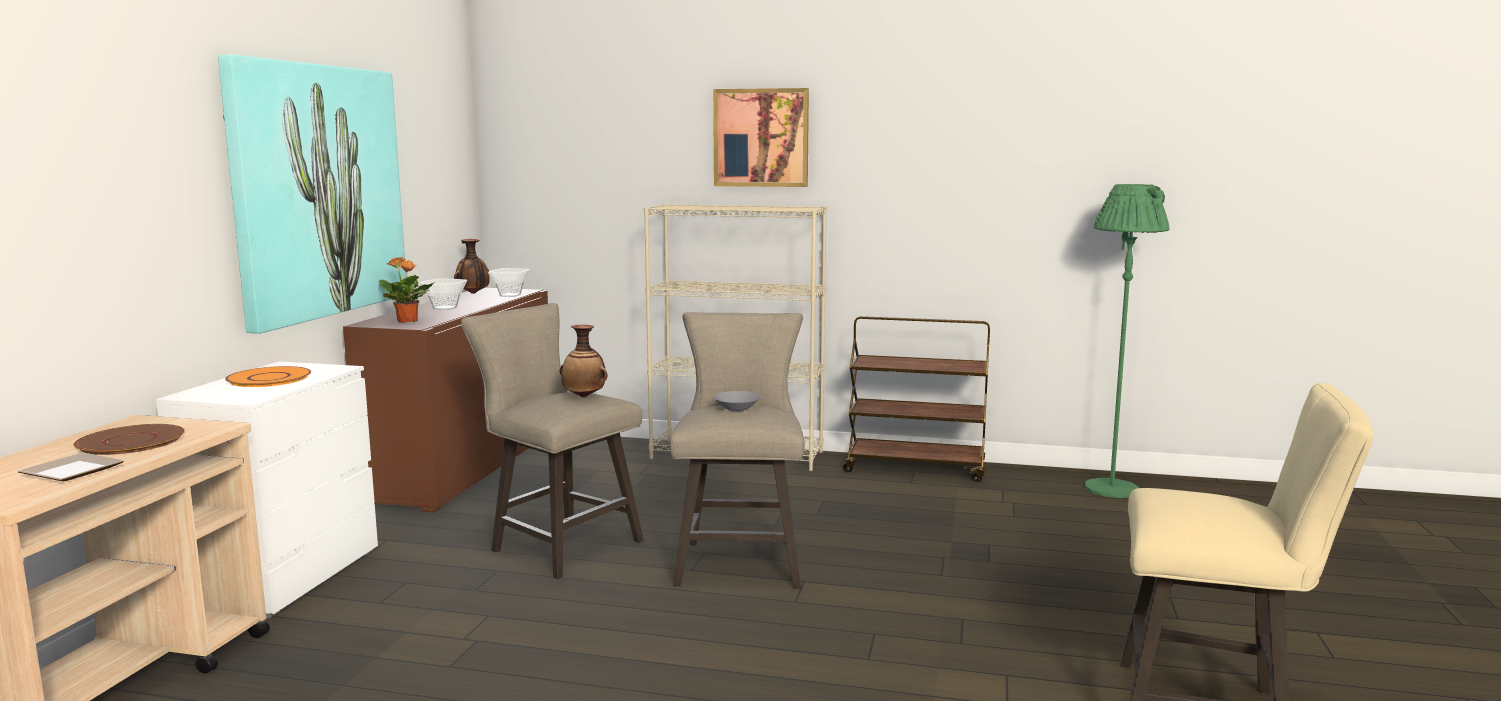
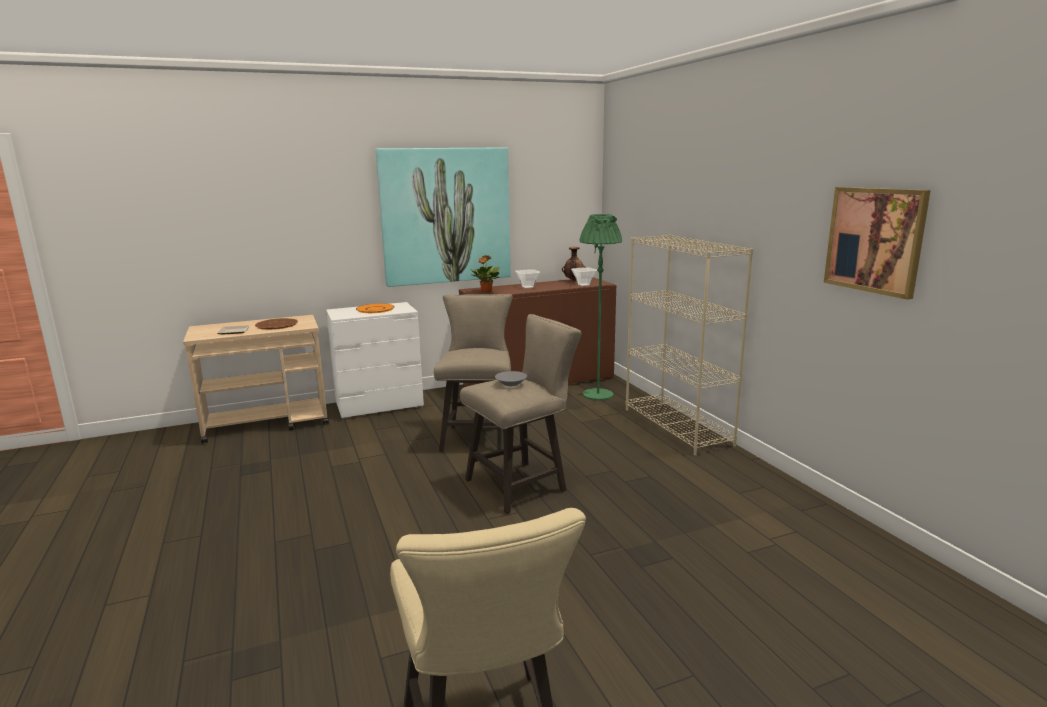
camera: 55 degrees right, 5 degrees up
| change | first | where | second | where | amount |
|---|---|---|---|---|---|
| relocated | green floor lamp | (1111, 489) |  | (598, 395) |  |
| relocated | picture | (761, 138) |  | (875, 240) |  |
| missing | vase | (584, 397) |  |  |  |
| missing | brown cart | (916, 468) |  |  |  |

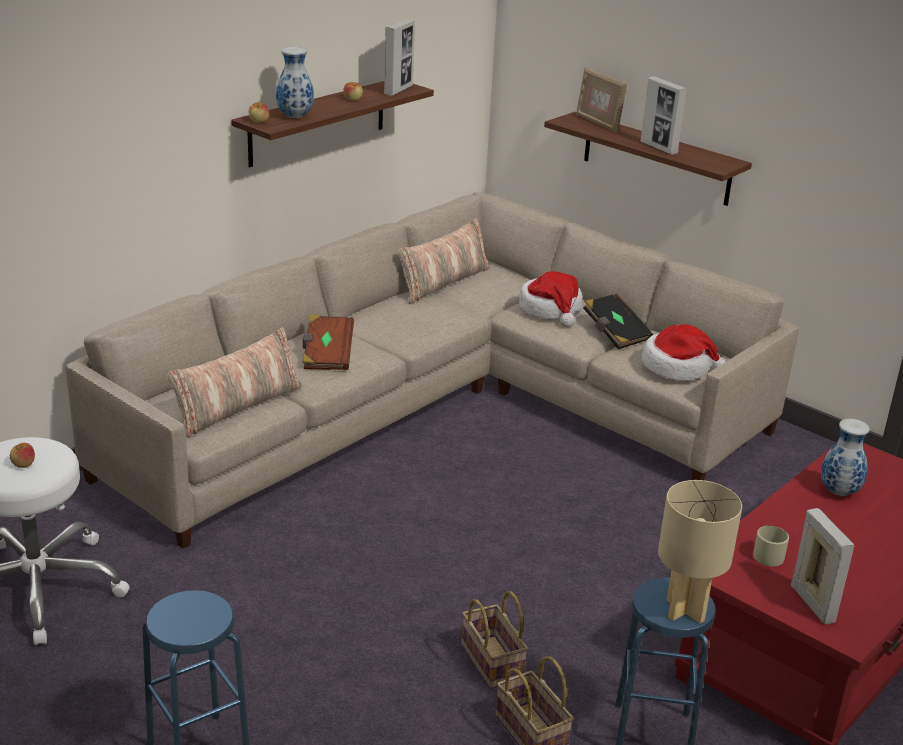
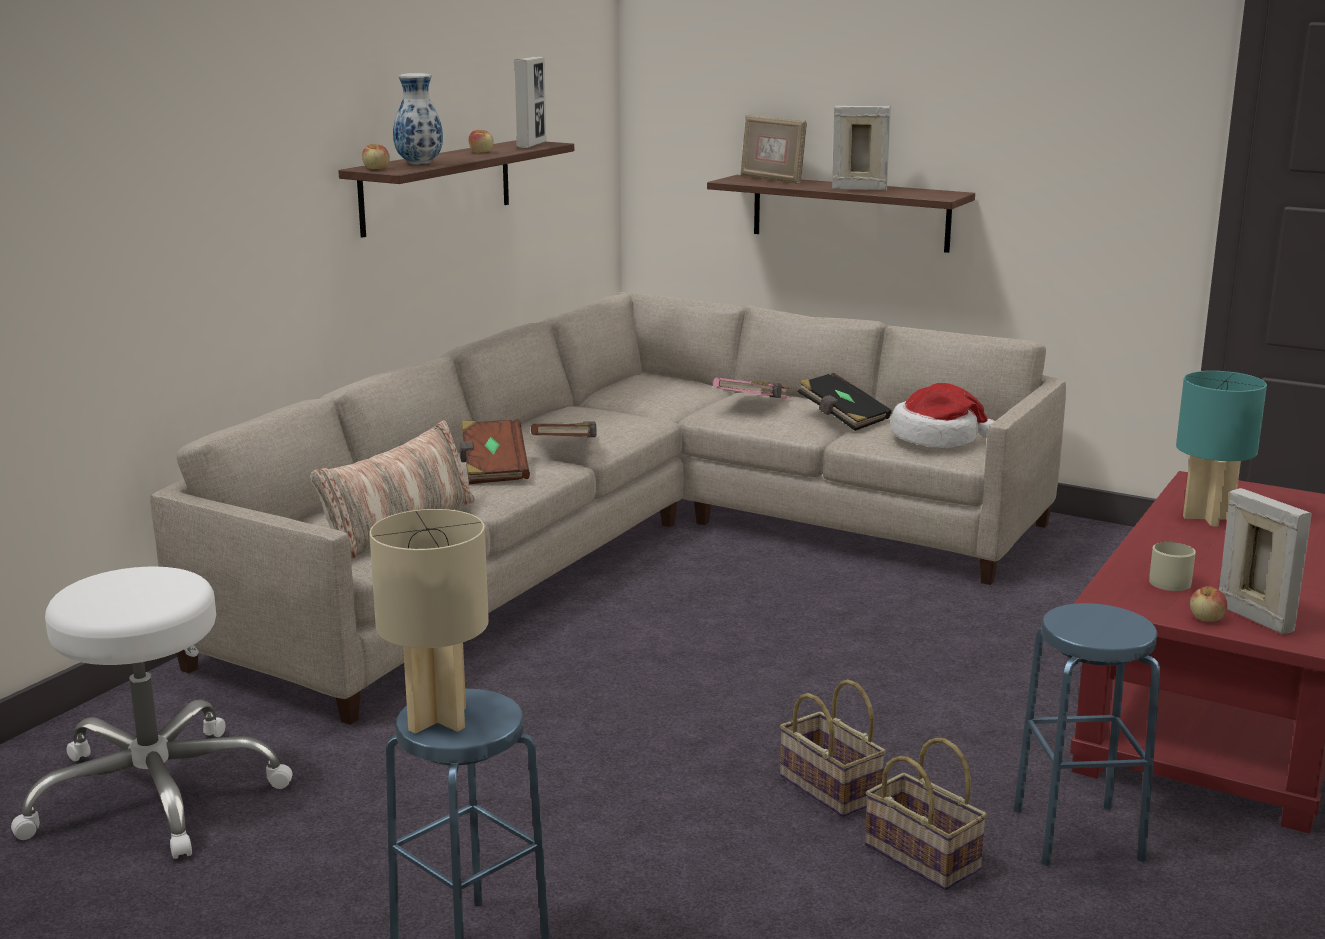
camera: 10 degrees left, 10 degrees down
| change | first | where | second | where | amount |
|---|---|---|---|---|---|
| relocated | beige table lamp | (685, 610) |  | (438, 718) |  |
| appeared |  |  | brown book | (565, 448) |  |
| exchanged | hat | (551, 309) | pink book | (753, 405) |  |
| spun | picture frame | (658, 148) |  | (859, 189) | 150 degrees clockwise |
| exchanged | vase | (838, 491) | turquoise table lamp | (1207, 517) |  |
| relocated | apple | (23, 464) |  | (1206, 618) |  |
| missing | pillow | (443, 283) |  |  |  |

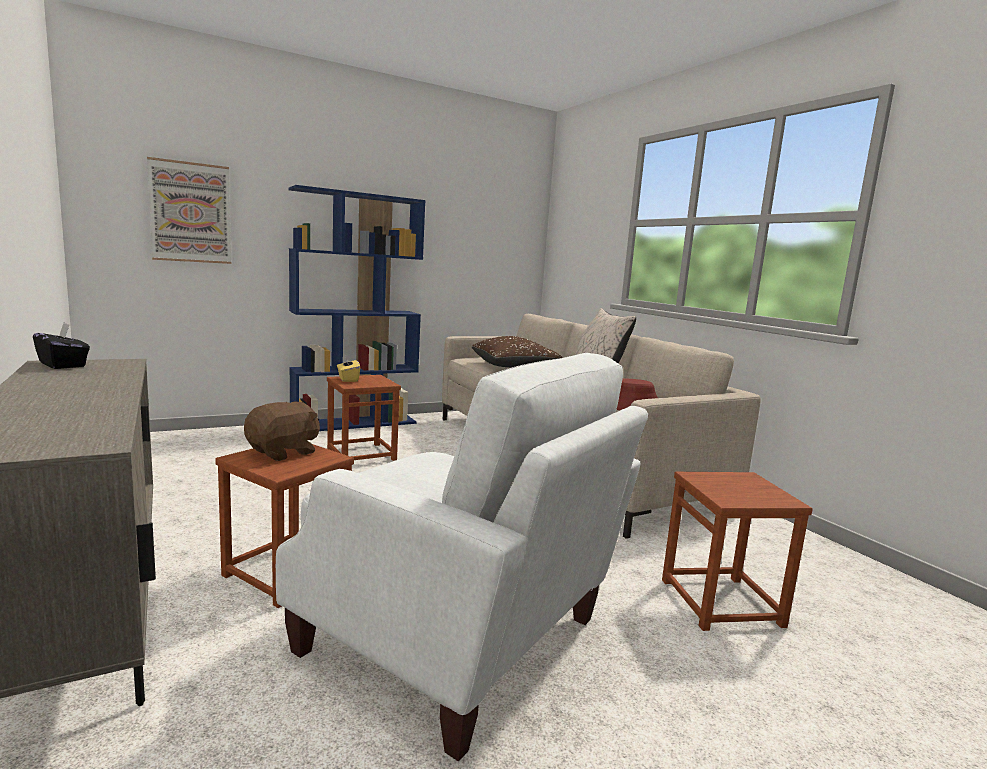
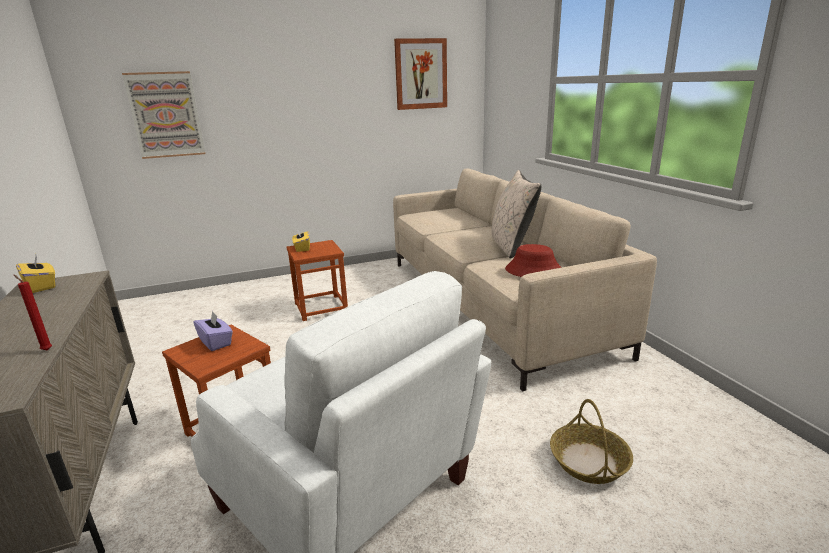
camera: 10 degrees right, 10 degrees up
| change | first | where | second | where | amount |
|---|---|---|---|---|---|
| appeared |  |  | red candle | (46, 350) |  |
| colour | black tissue box | (63, 365) | yellow tissue box | (41, 286) |  |
| exchanged | brown plush toy | (284, 452) | purple tissue box | (216, 342) |  |
| appeared |  |  | picture | (421, 74) |  |
| exchanged | brown stool | (722, 602) | basket | (589, 462) |  |
| missing | blue bookcase | (355, 423) |  |  |  |
| missing | brown pillow | (514, 366) |  |  |  |

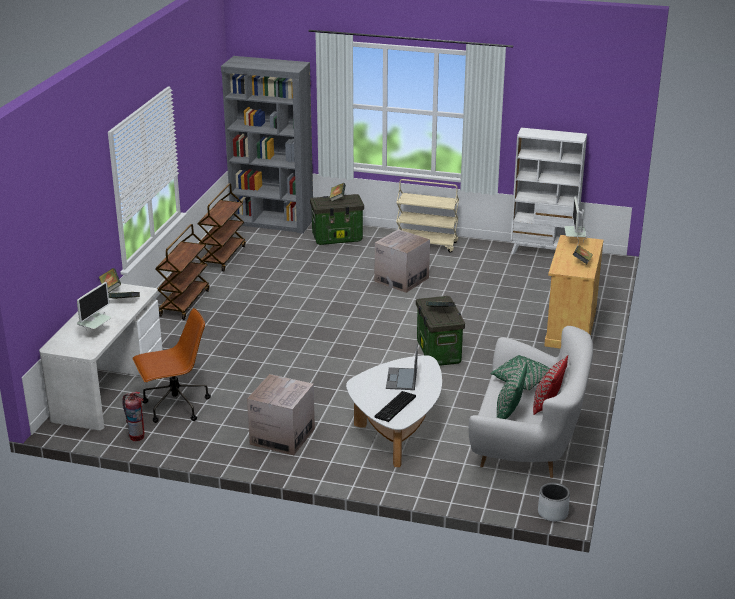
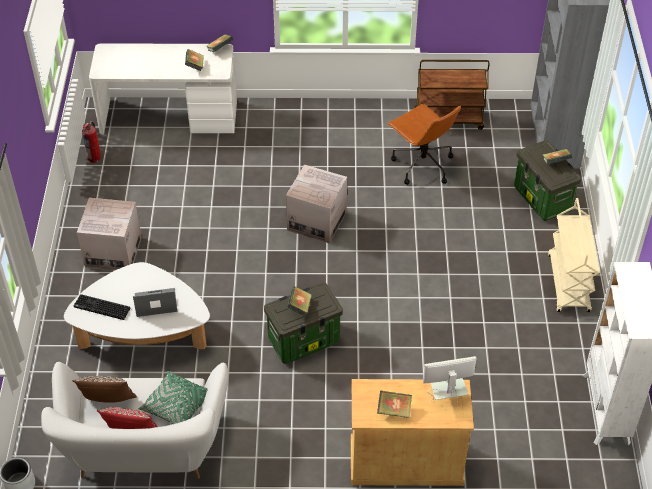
camera: 75 degrees right, 20 degrees up
| change | first | where | second | where | amount |
|---|---|---|---|---|---|
| colour | green pillow | (509, 412) | brown pillow | (108, 402) |  |
| relocated | cardboard box | (401, 280) |  | (317, 221) |  |
| relocated | brown office chair | (175, 406) |  | (421, 165) |  |
| missing | monitor | (95, 333) |  |  |  |
| missing | brown cart | (184, 303) |  |  |  |

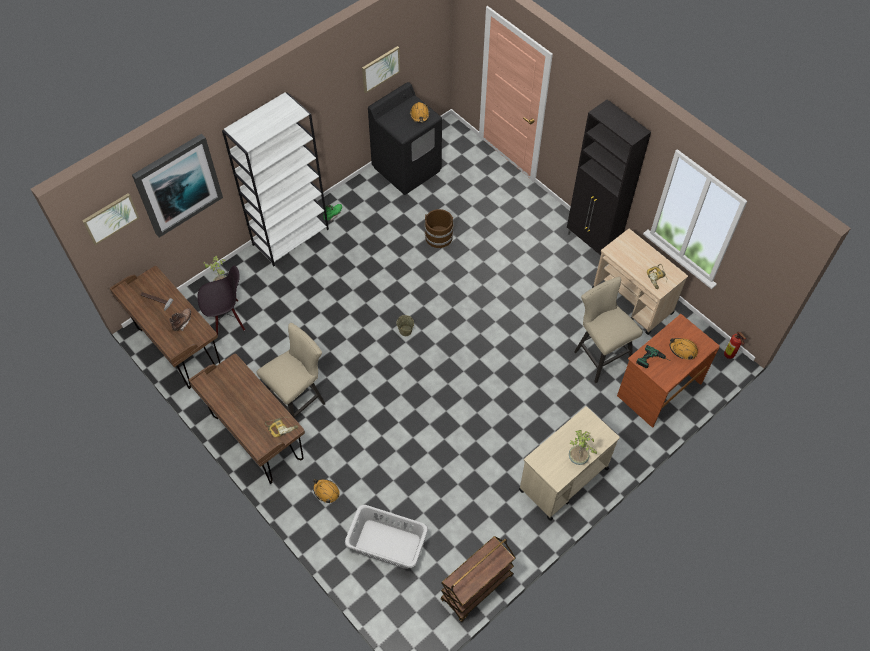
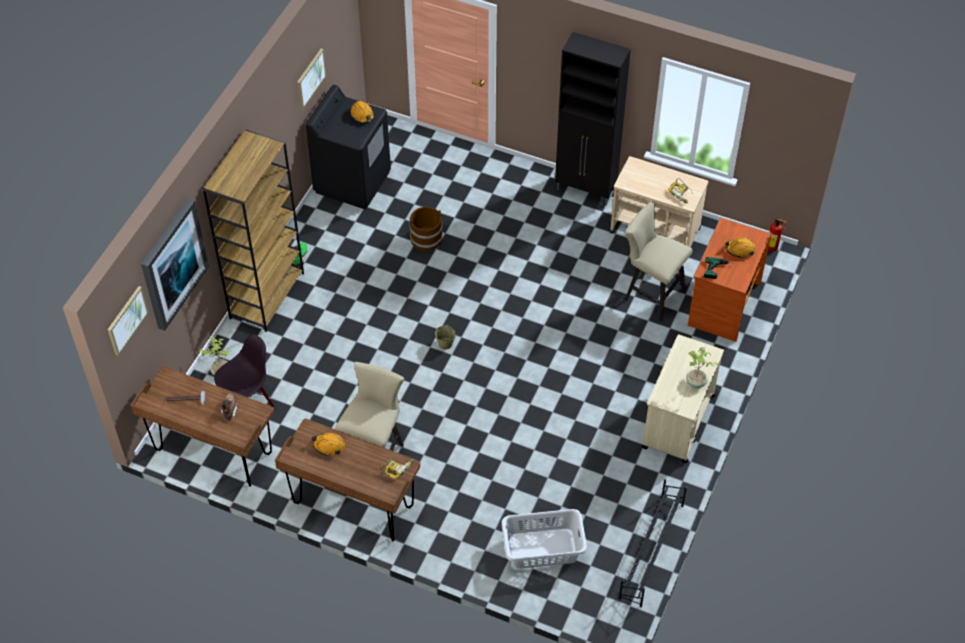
camera: 25 degrees left, 5 degrees down
| change | first | where | second | where | amount |
|---|---|---|---|---|---|
| colour | white bookcase | (291, 236) | brown bookcase | (267, 295) |  |
| relocated | orange hard hat | (326, 491) |  | (329, 446) |  |
| exchanged | brown cart | (477, 588) | black shoe rack | (651, 551) |  |

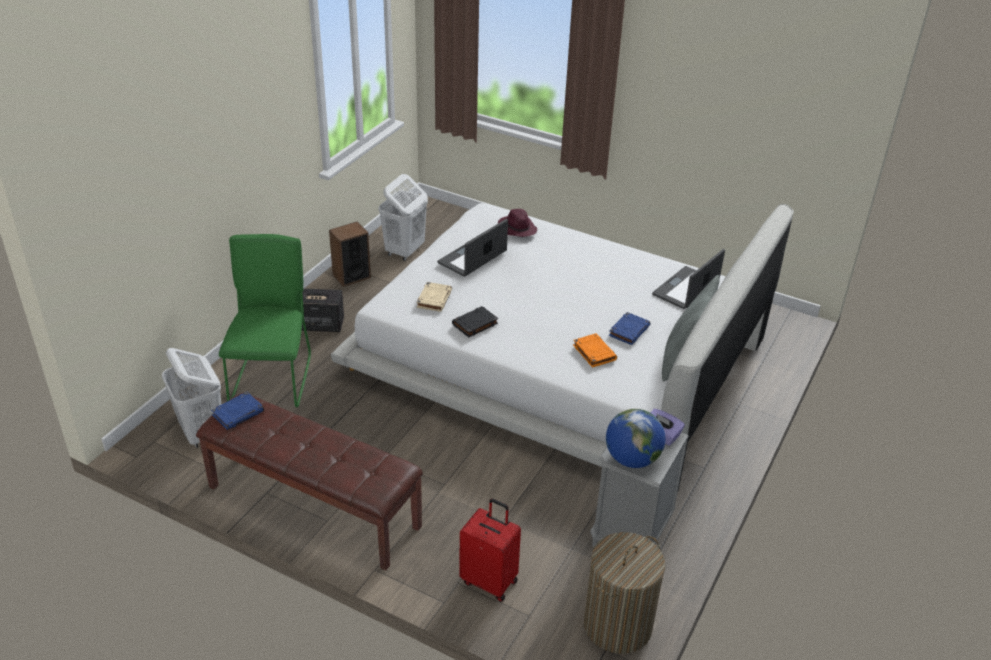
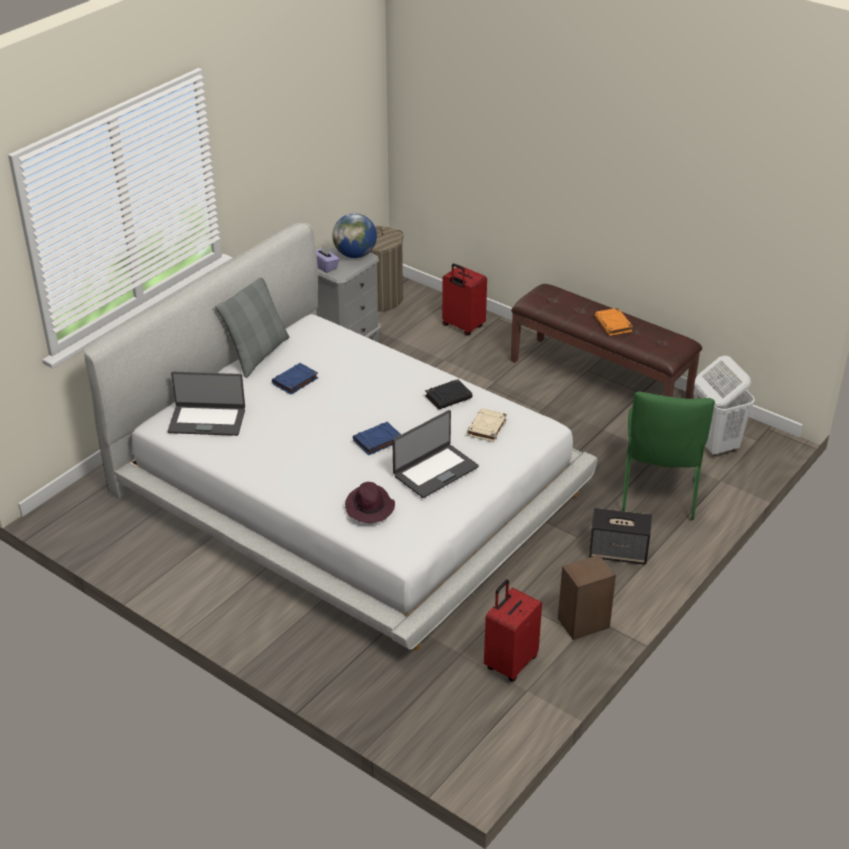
camera: 170 degrees left, 0 degrees up
| change | first | where | second | where | amount |
|---|---|---|---|---|---|
| spun | laptop | (686, 289) |  | (207, 420) | 45 degrees clockwise |
| relocated | blue book | (238, 413) |  | (377, 441) |  |
| exchanged | white laundry basket | (404, 251) | red suitcase | (510, 663) |  |
| relocated | orange book | (594, 352) |  | (613, 324) |  |

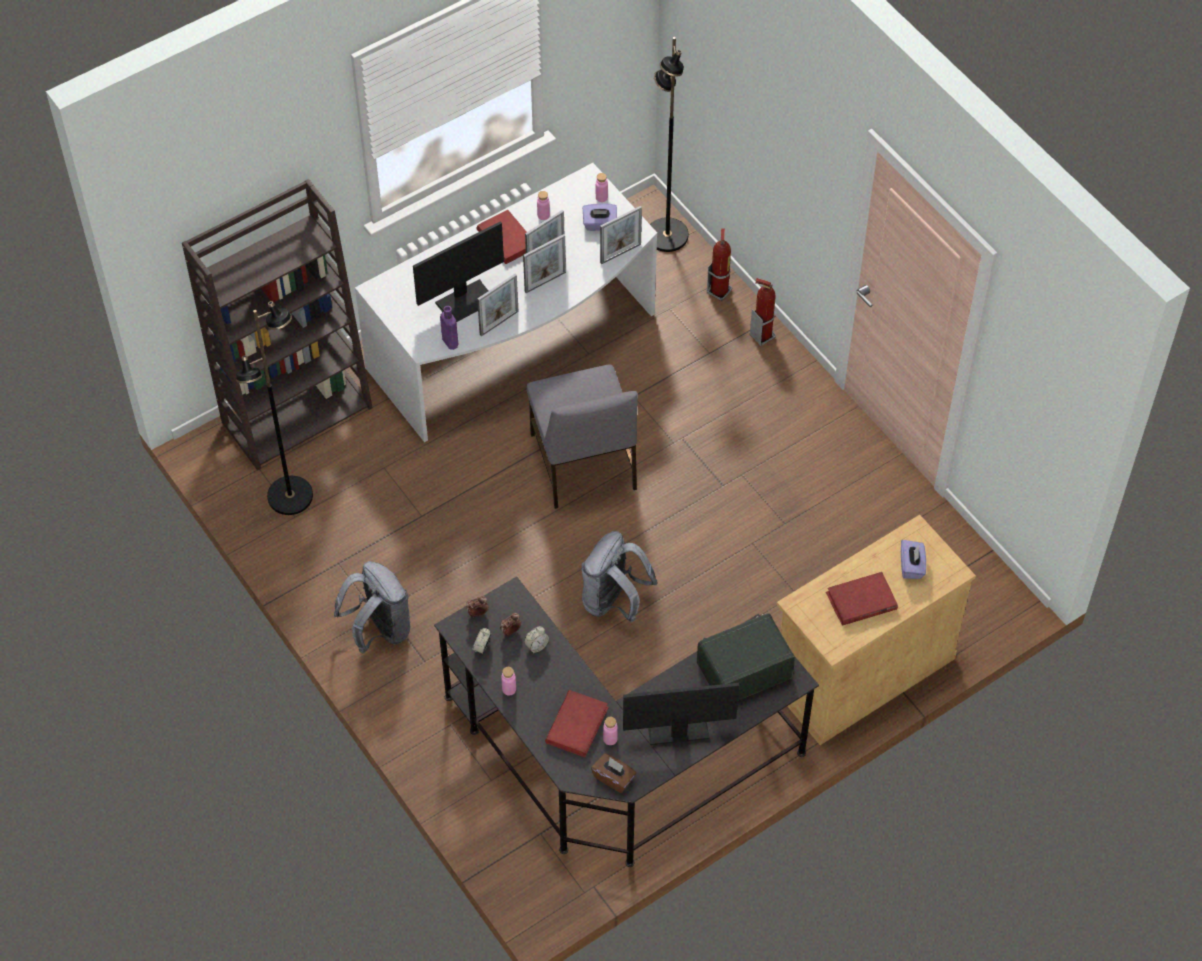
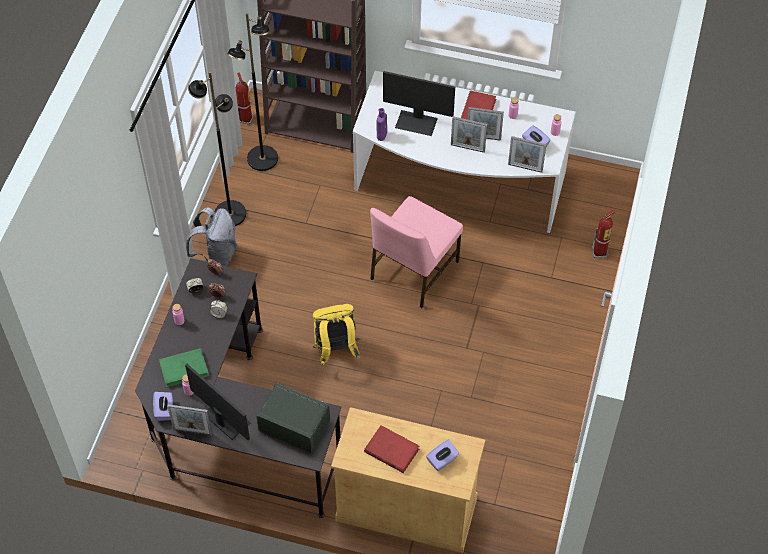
camera: 50 degrees right, 0 degrees up
| change | first | where | second | where | amount |
|---|---|---|---|---|---|
| colour | brown tissue box | (613, 778) | purple tissue box | (164, 410) |  |
| colour | red book | (577, 725) | green book | (184, 369) |  |
| relocated | picture frame | (499, 323) |  | (192, 431) |  |
| relocated | black floor lamp | (666, 236) |  | (229, 214) |  |
| relocated | fire extinguisher | (762, 335) |  | (245, 118) |  |
| colour | grey backpack | (614, 602) | yellow backpack | (336, 350) |  |
| colour | grey chair | (582, 463) | pink chair | (413, 271) |  |

